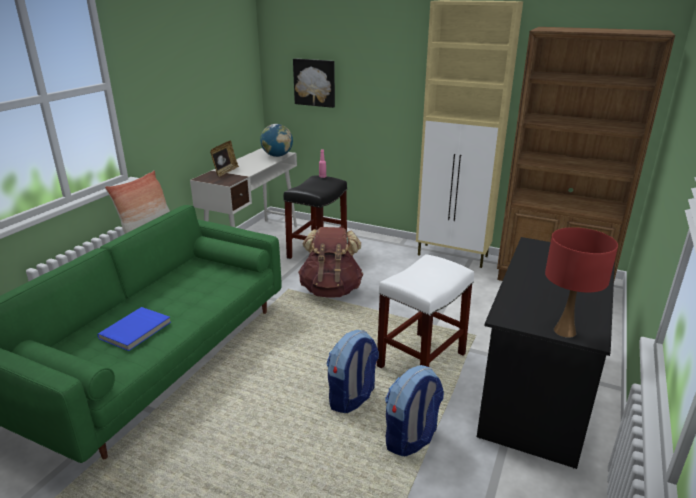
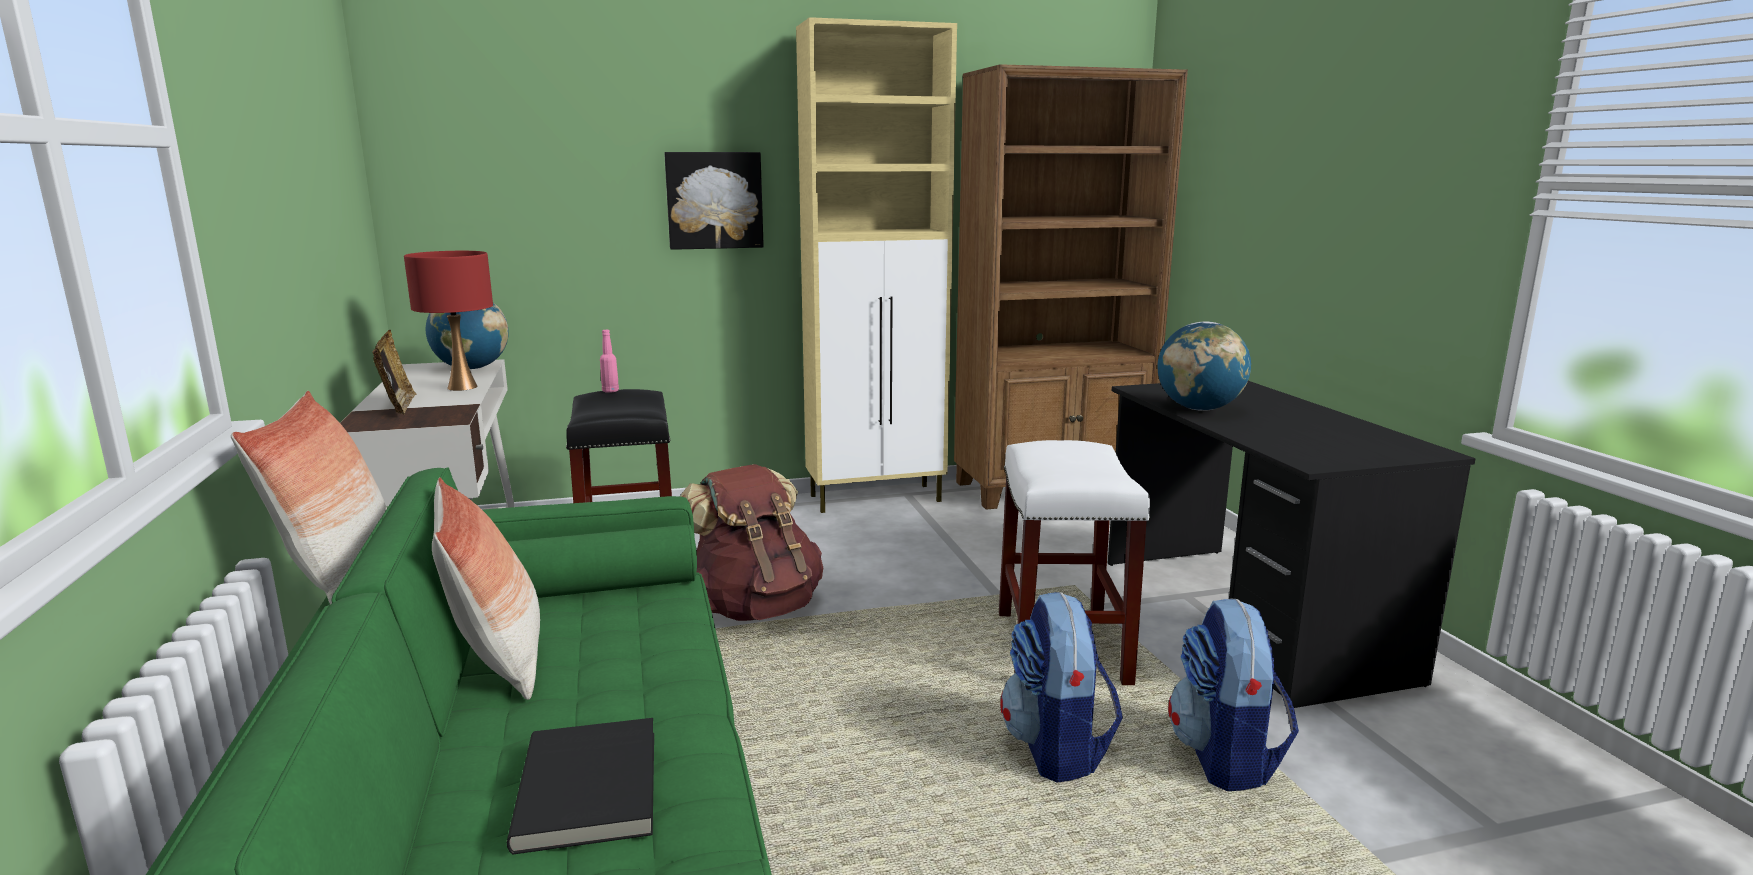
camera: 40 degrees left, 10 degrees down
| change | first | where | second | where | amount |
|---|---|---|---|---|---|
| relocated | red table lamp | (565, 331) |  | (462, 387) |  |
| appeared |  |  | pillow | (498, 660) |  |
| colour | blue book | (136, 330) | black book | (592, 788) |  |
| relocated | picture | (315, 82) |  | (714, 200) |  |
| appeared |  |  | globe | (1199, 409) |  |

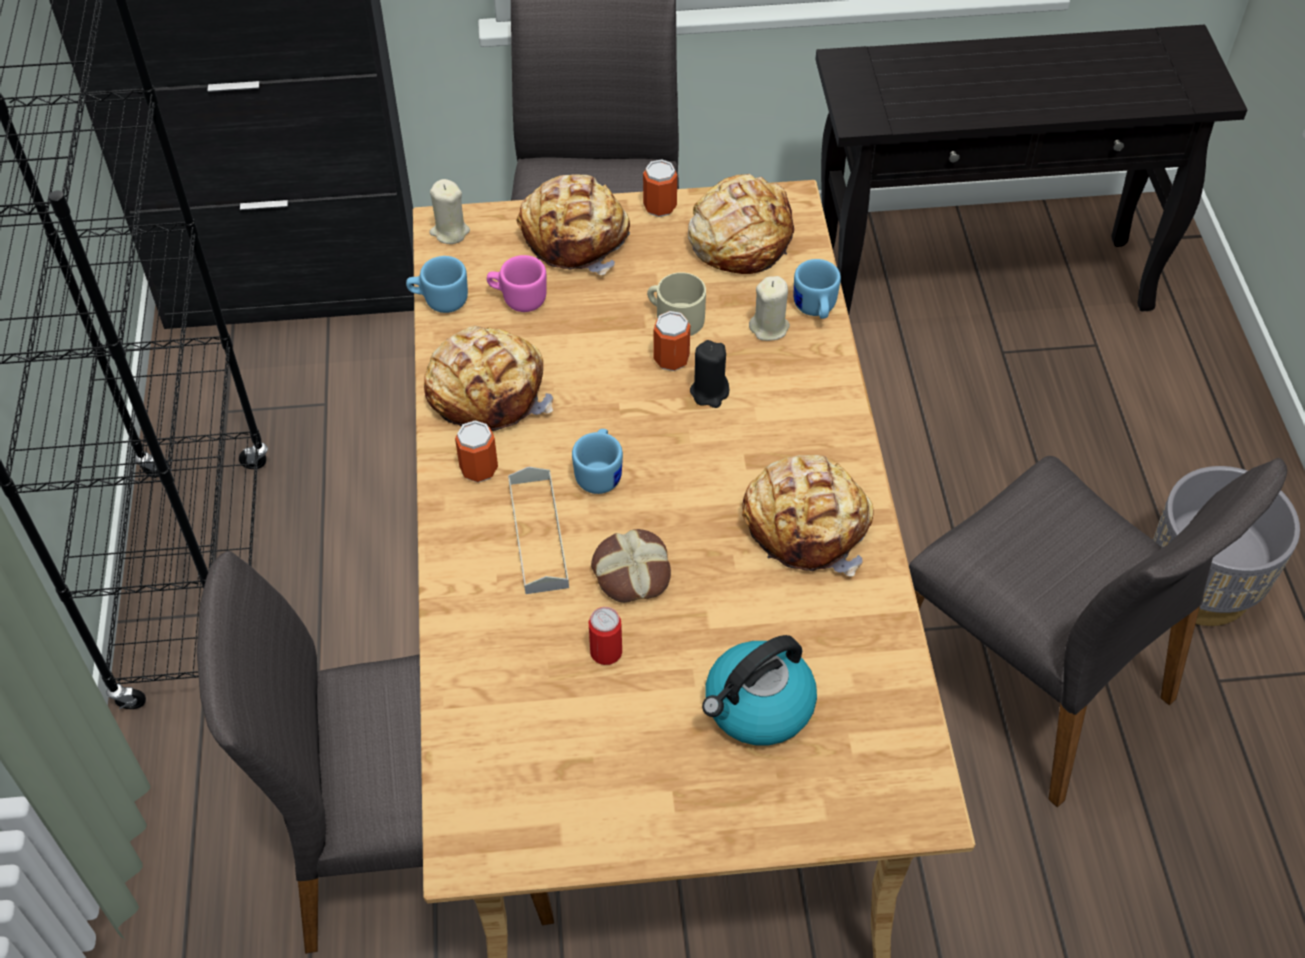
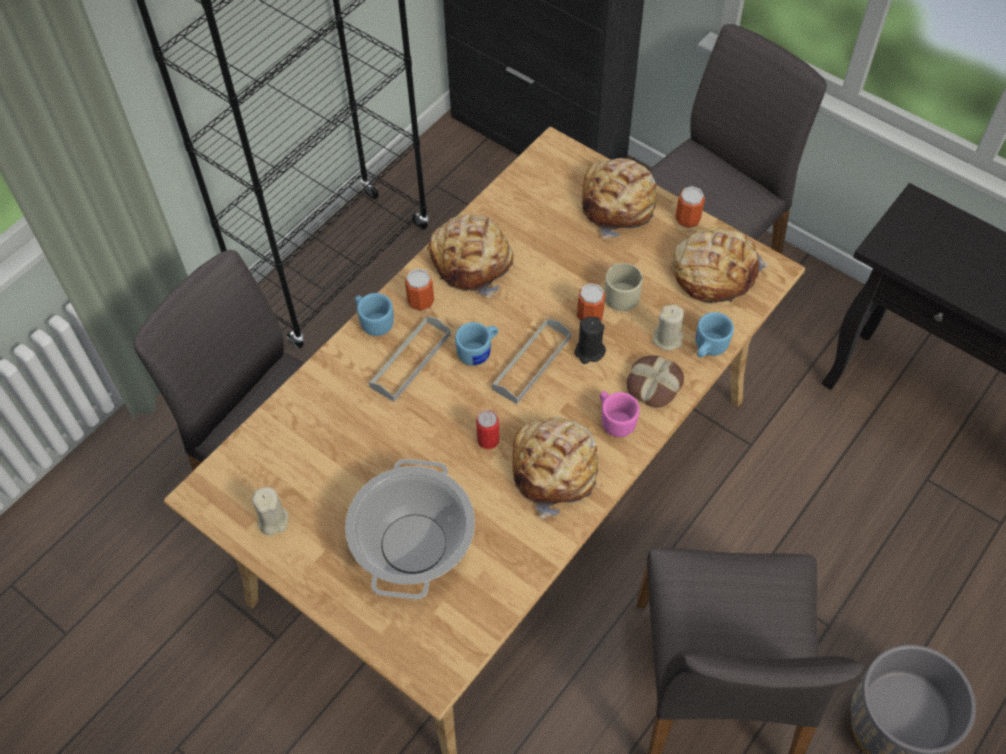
camera: 45 degrees right, 5 degrees up
| change | first | where | second | where | amount |
|---|---|---|---|---|---|
| relocated | beige candle | (450, 232) |  | (272, 520) |  |
| exchanged | kettle | (757, 707) | cooking pot | (414, 545) |  |
| relocated | blue mug | (439, 300) |  | (374, 321) |  |
| relocated | can | (606, 652) |  | (488, 440) |  |
| appeared |  |  | grey tray | (531, 363) |  |
| relocated | pink mug | (518, 298) |  | (615, 420) |  |
| relocated | bread | (631, 572) |  | (653, 384) |  |

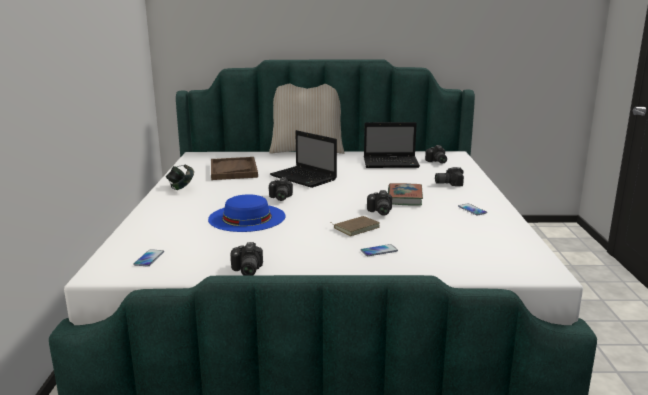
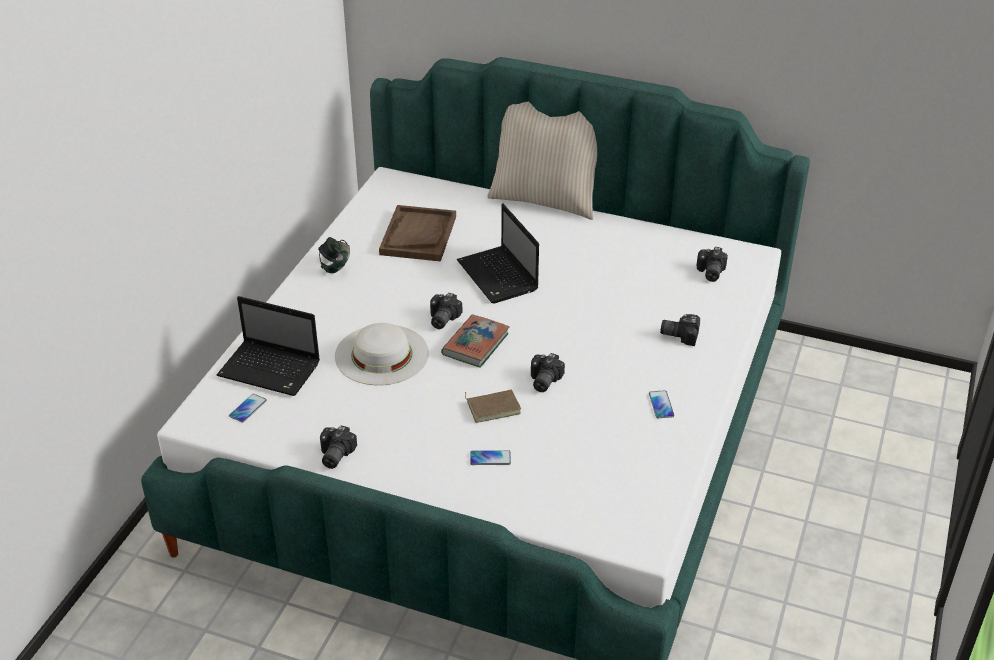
camera: 20 degrees right, 20 degrees up
| change | first | where | second | where | amount |
|---|---|---|---|---|---|
| relocated | laptop | (392, 163) |  | (271, 370) |  |
| colour | blue hat | (247, 217) | white hat | (381, 354) |  |
| relocated | book | (404, 198) |  | (475, 344) |  |

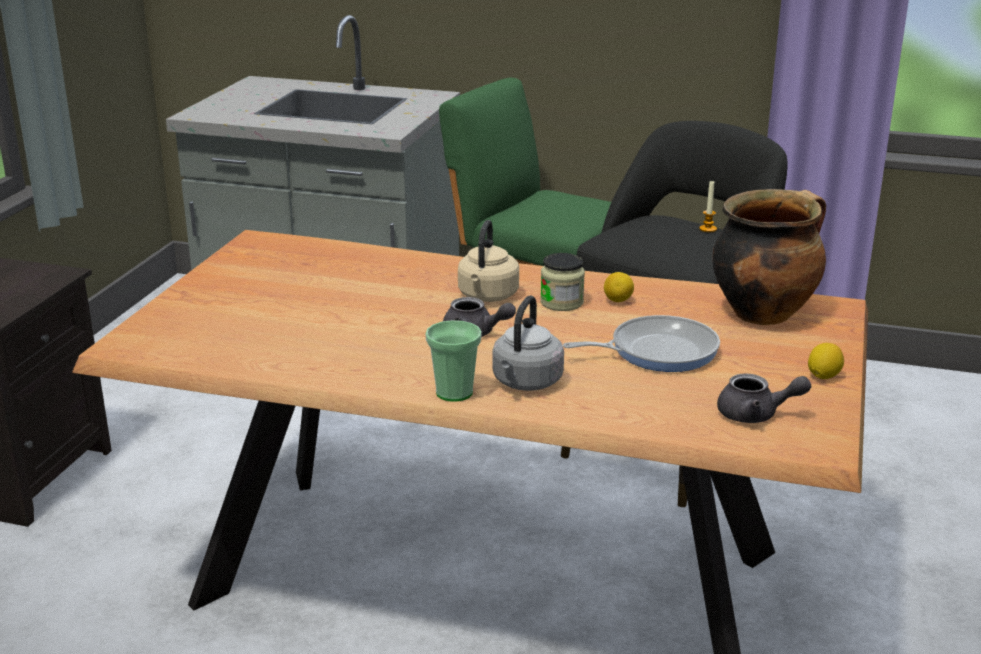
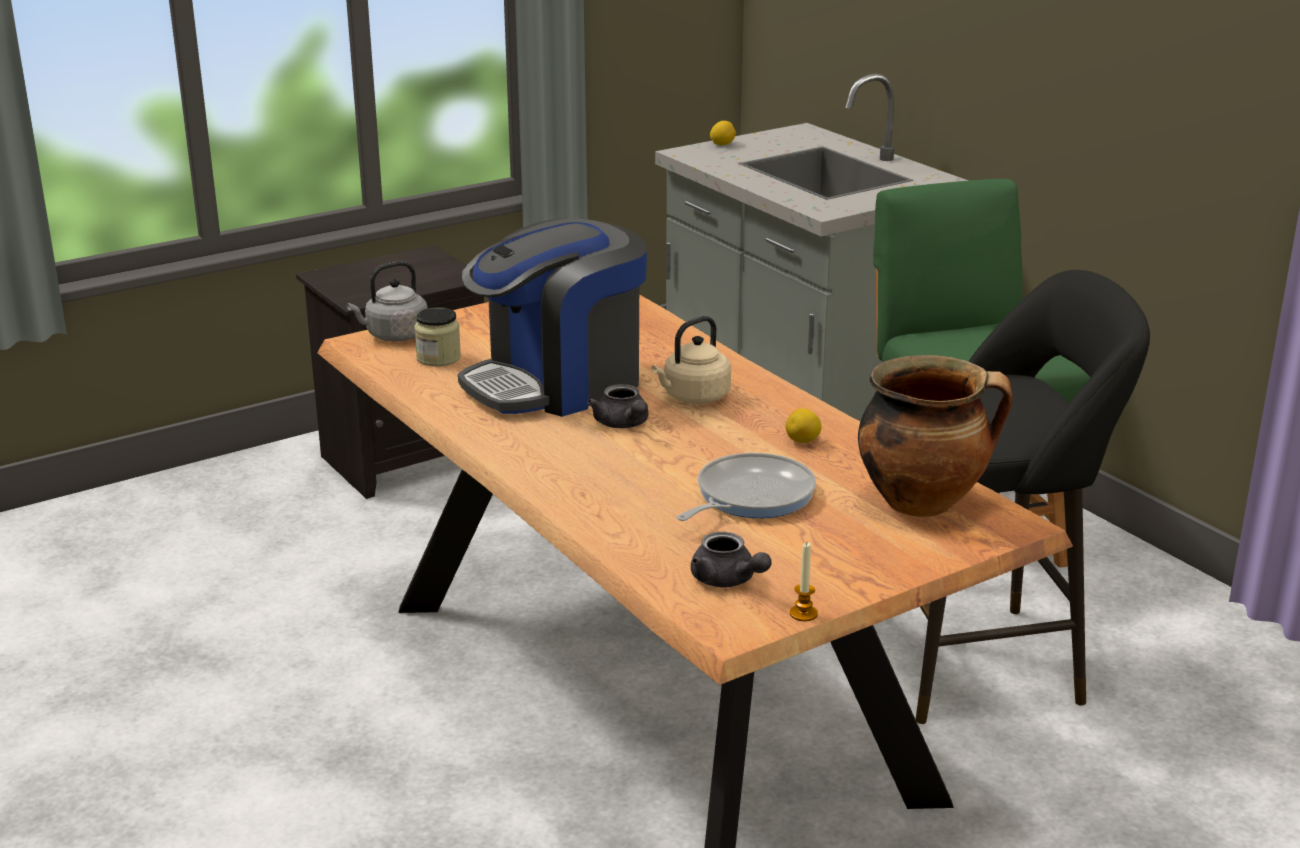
camera: 40 degrees right, 0 degrees up
| change | first | where | second | where | amount |
|---|---|---|---|---|---|
| relocated | grey kettle | (526, 383) |  | (394, 336) |  |
| relocated | jar | (561, 302) |  | (438, 358) |  |
| appeared |  |  | coffee machine | (557, 383) |  |
| spun | frying pan | (657, 351) |  | (750, 496) | 75 degrees counterclockwise |
| relocated | lemon | (823, 376) |  | (722, 144) |  |
| relocated | candle | (708, 229) |  | (803, 614) |  |
| missing | cup | (454, 392) |  |  |  |

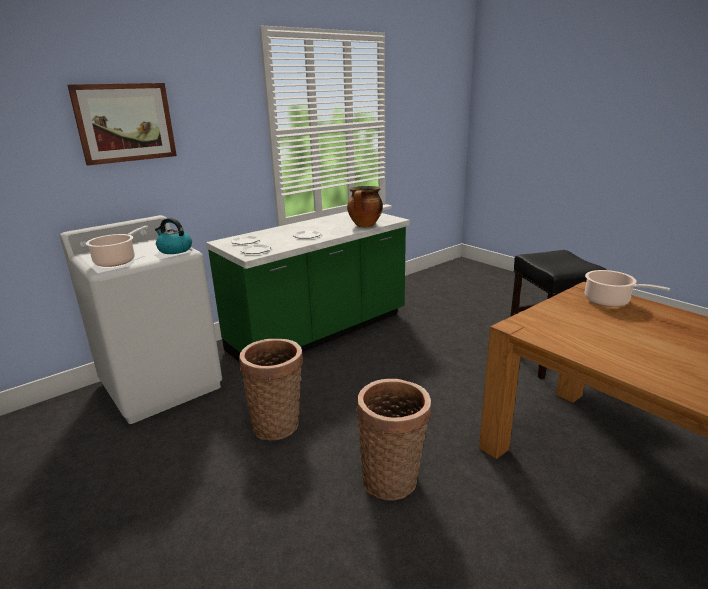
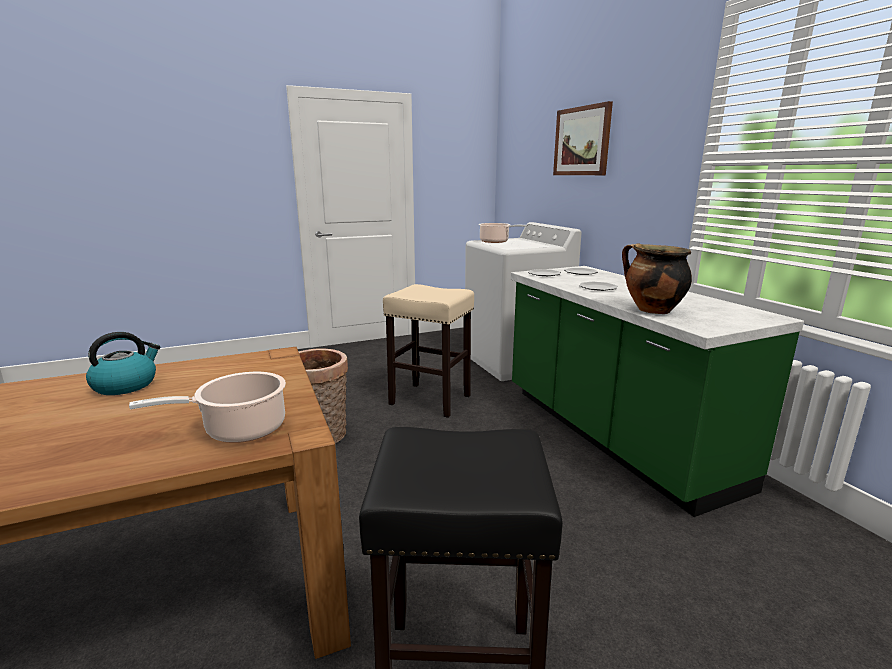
camera: 105 degrees right, 5 degrees down
| change | first | where | second | where | amount |
|---|---|---|---|---|---|
| relocated | kettle | (174, 250) |  | (126, 385) |  |
| exchanged | basket | (278, 423) | beige stool | (431, 400) |  |

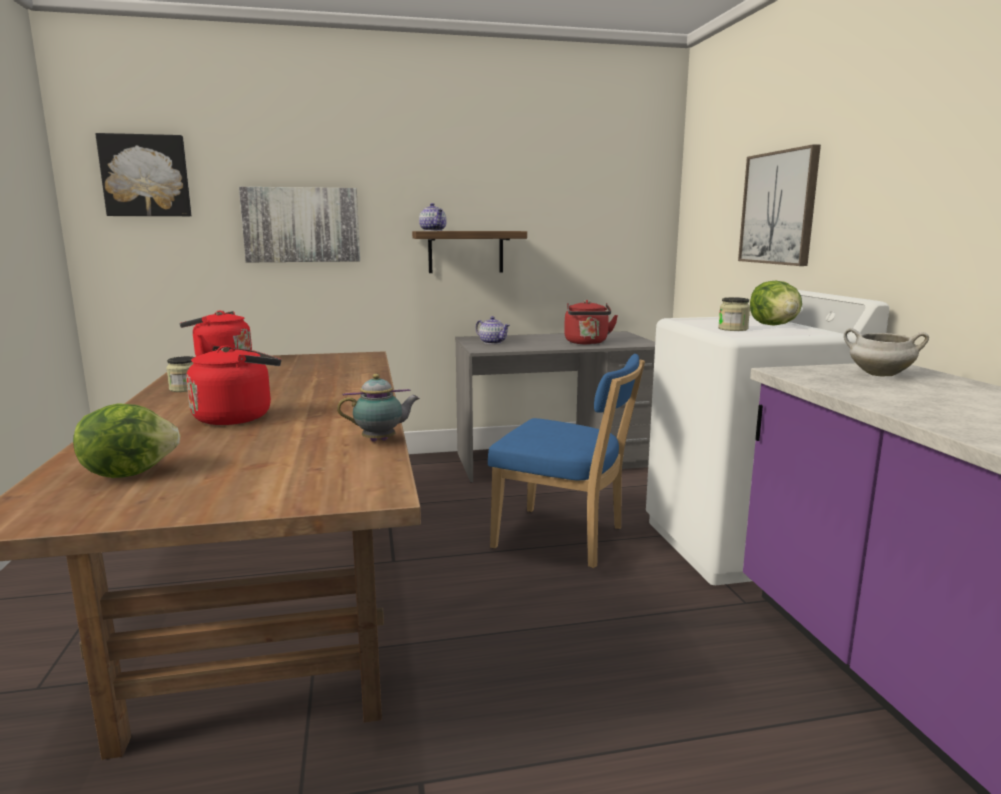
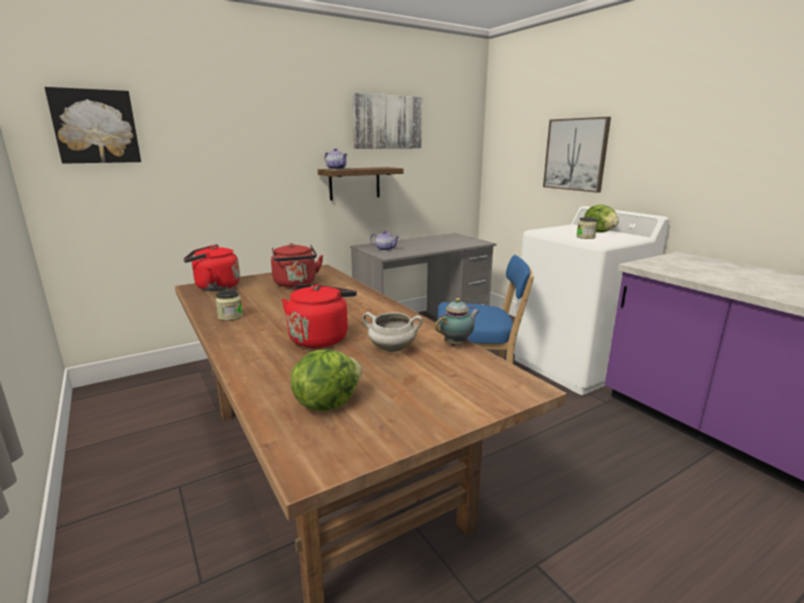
camera: 20 degrees left, 5 degrees up
| change | first | where | second | where | amount |
|---|---|---|---|---|---|
| relocated | red kettle | (587, 343) |  | (296, 284) |  |
| relocated | picture | (301, 225) |  | (387, 122) |  |
| relocated | white cooking pot | (879, 375) |  | (391, 349) |  |

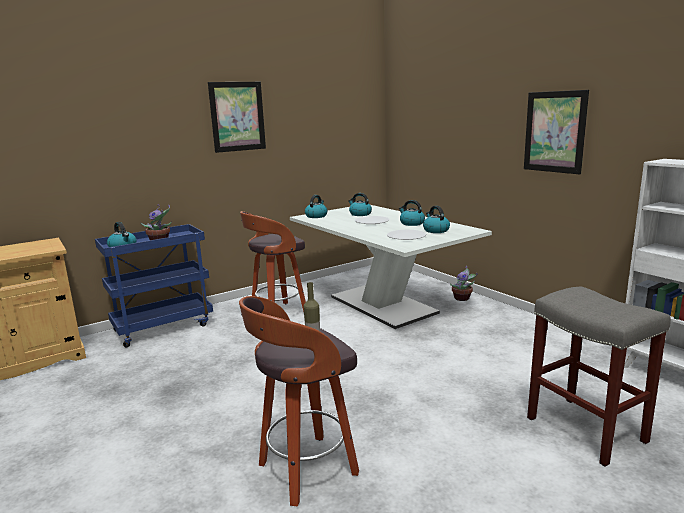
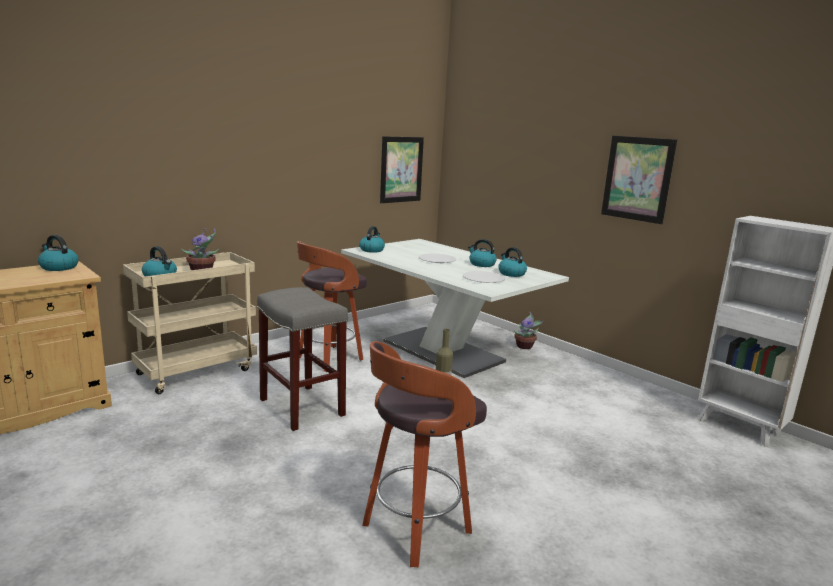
camera: 10 degrees left, 0 degrees up
| change | first | where | second | where | amount |
|---|---|---|---|---|---|
| relocated | kettle | (360, 214) |  | (58, 267) |  |
| colour | blue cart | (164, 327) | beige cart | (197, 371) |  |
| relocated | grey stool | (587, 430) |  | (303, 407) |  |
| relocated | picture | (237, 116) |  | (401, 169) |  |

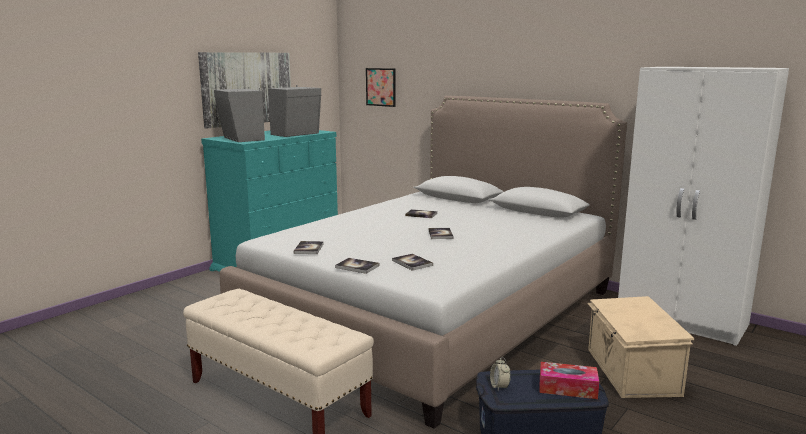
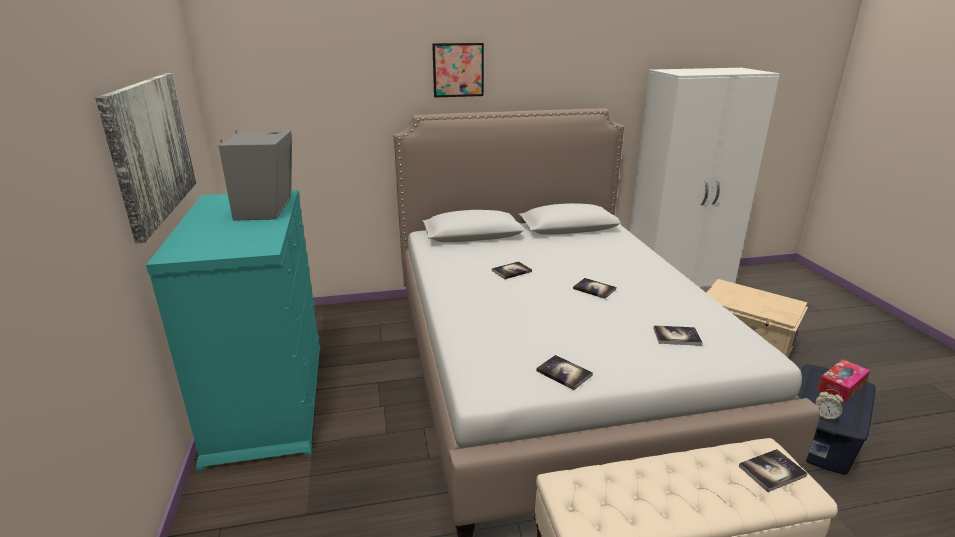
camera: 50 degrees left, 10 degrees up
| change | first | where | second | where | amount |
|---|---|---|---|---|---|
| relocated | picture | (381, 87) |  | (458, 70) |  |
| relocated | book | (357, 267) |  | (772, 471) |  |
| missing | grey speaker | (241, 139) |  |  |  |

